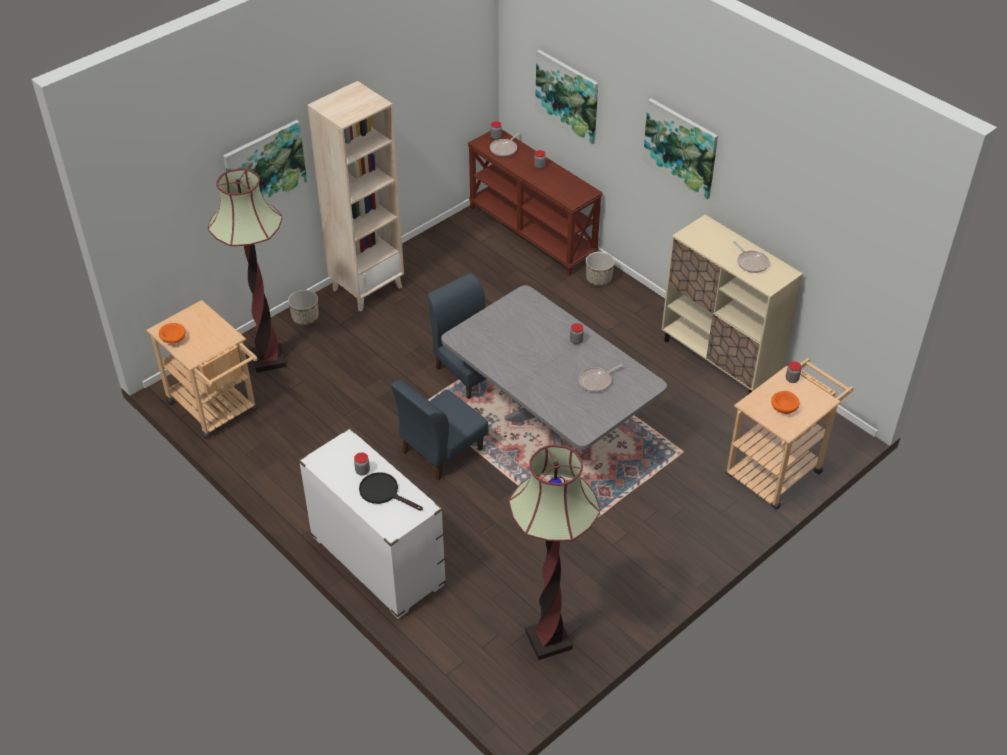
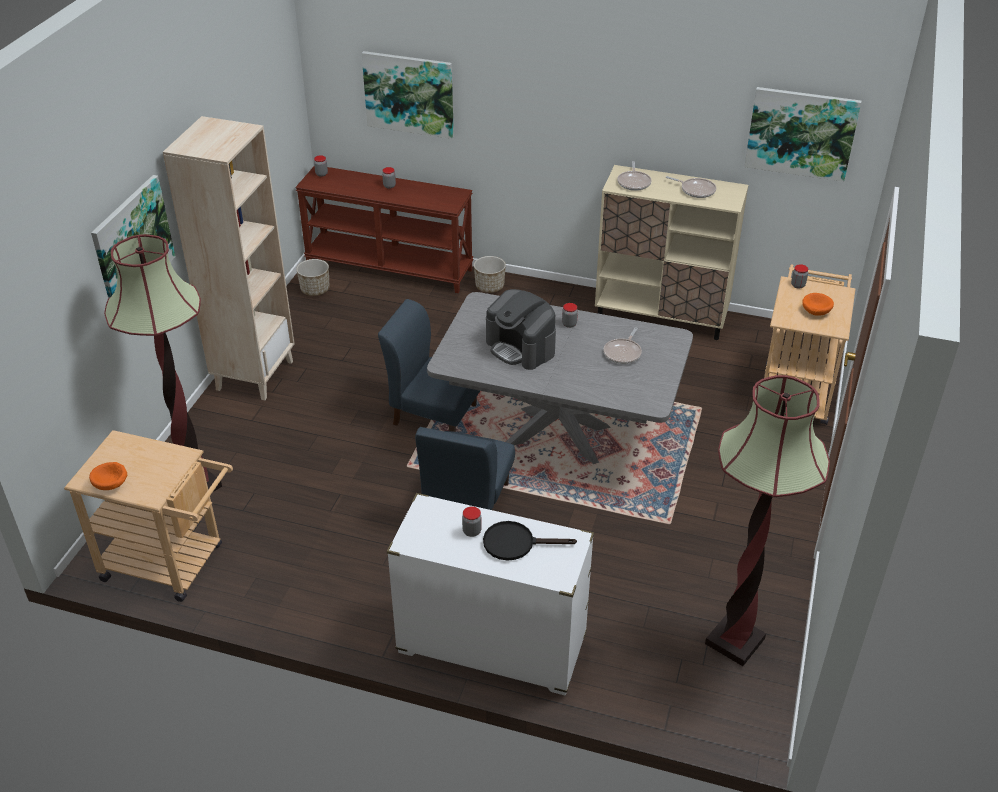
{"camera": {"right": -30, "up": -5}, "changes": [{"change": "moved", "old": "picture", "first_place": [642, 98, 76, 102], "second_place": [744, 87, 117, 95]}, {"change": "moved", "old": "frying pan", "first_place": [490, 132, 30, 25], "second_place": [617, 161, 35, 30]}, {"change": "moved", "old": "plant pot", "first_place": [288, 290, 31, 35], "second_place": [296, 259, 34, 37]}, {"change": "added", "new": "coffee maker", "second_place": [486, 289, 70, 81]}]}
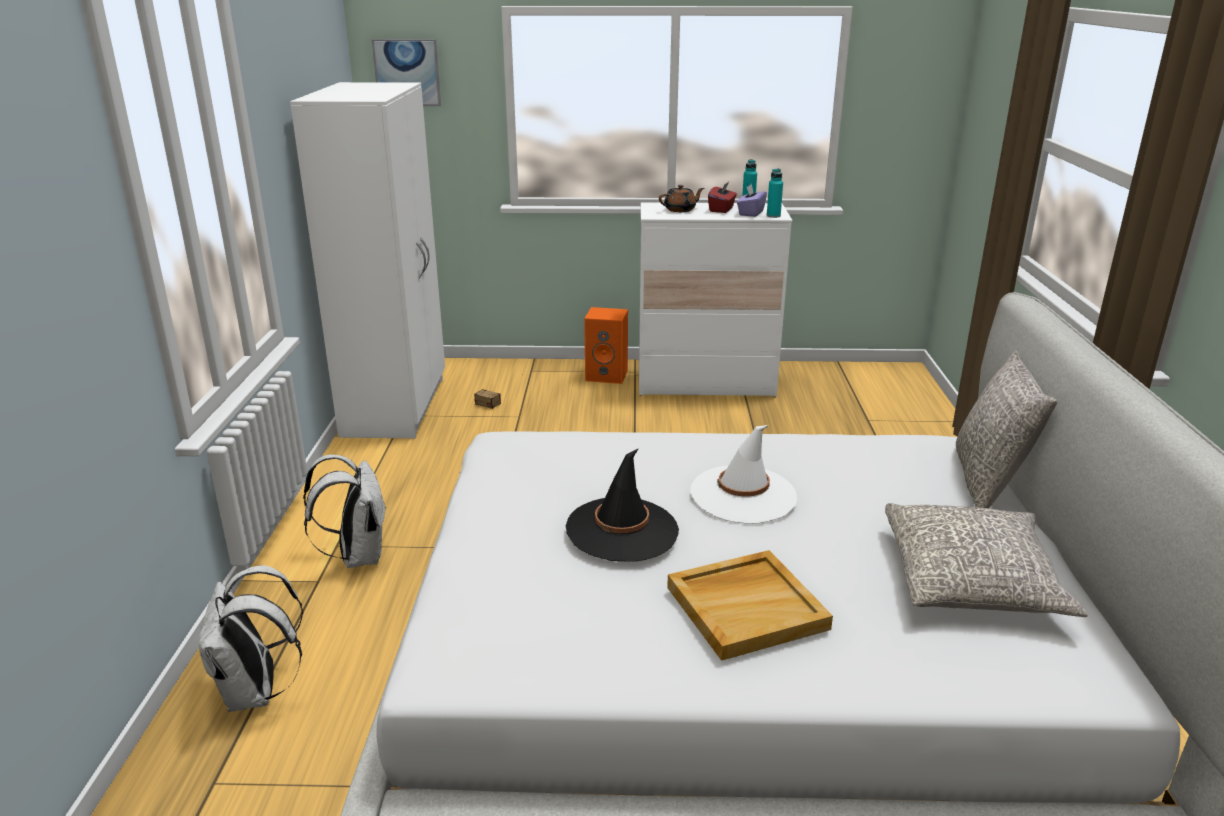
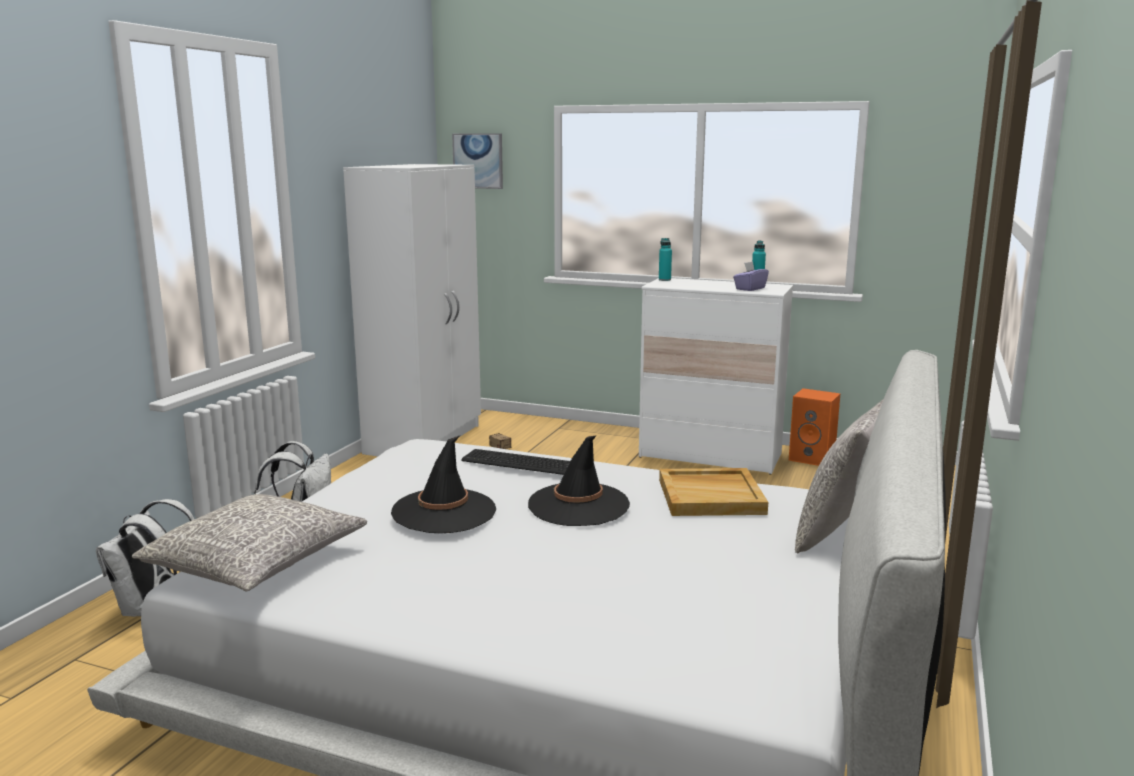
{"camera": {"right": 20, "up": -10}, "changes": [{"change": "moved", "old": "turquoise beverage bottle", "first_place": [767, 168, 16, 50], "second_place": [659, 238, 13, 43]}, {"change": "removed", "old": "reddish tissue holder", "first_place": [708, 182, 29, 31]}, {"change": "removed", "old": "brownish teapot", "first_place": [659, 185, 45, 27]}, {"change": "moved", "old": "orangey loudspeaker", "first_place": [584, 307, 44, 77], "second_place": [789, 388, 51, 78]}, {"change": "recoloured", "old": "white clothing hat", "new": "blackish clothing hat", "first_place": [690, 425, 107, 99], "second_place": [528, 435, 102, 91]}, {"change": "moved", "old": "greyish throw pillow", "first_place": [885, 503, 203, 114], "second_place": [132, 494, 235, 97]}, {"change": "moved", "old": "beige-coloured carrying tray", "first_place": [667, 550, 166, 111], "second_place": [659, 468, 109, 48]}, {"change": "added", "new": "PC keyboard", "second_place": [462, 449, 108, 26]}]}
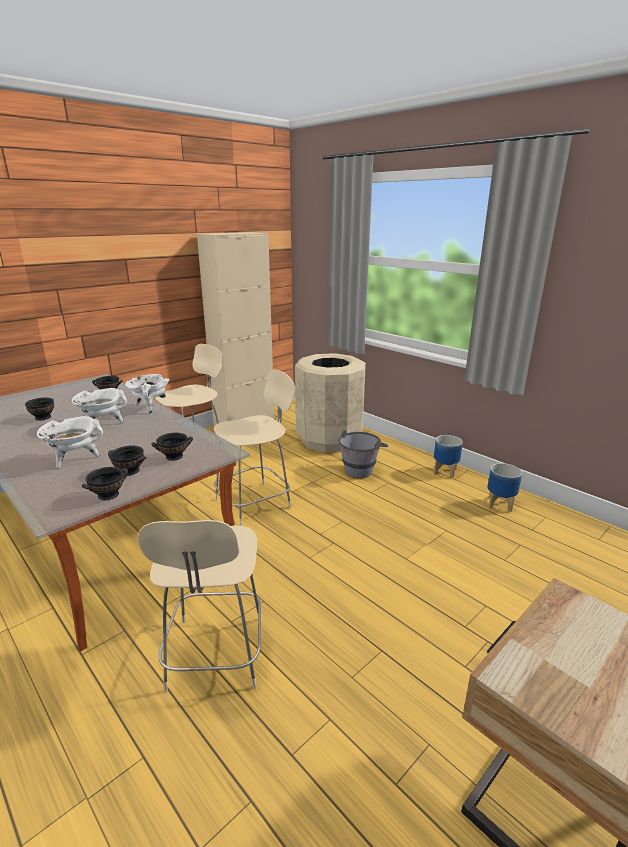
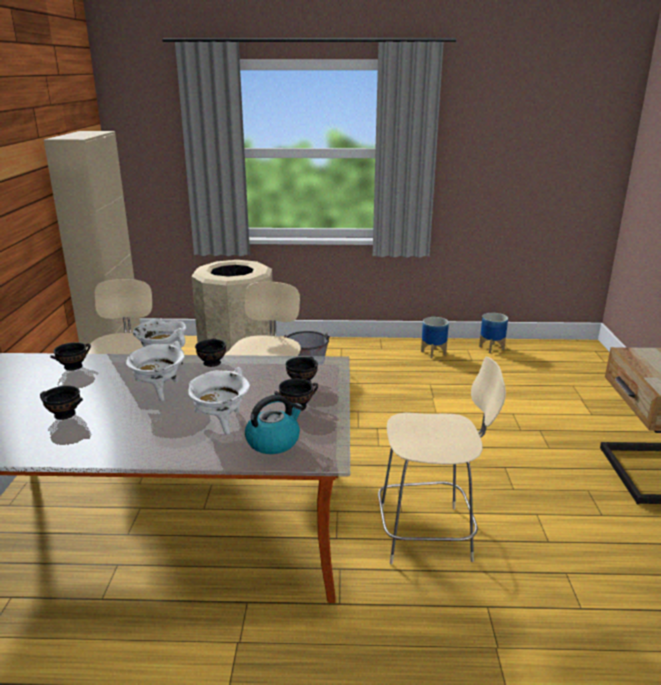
{"camera": {"right": -45, "up": 0}, "changes": [{"change": "moved", "old": "plant pot", "first_place": [434, 435, 29, 43], "second_place": [479, 313, 29, 40]}, {"change": "moved", "old": "blackish deep dish", "first_place": [82, 467, 46, 33], "second_place": [195, 338, 31, 29]}, {"change": "turned", "old": "beige-coloured chair", "first_place": [138, 520, 124, 172], "second_place": [378, 357, 128, 208], "degrees": -45}, {"change": "added", "new": "tea kettle", "second_place": [245, 395, 58, 59]}]}
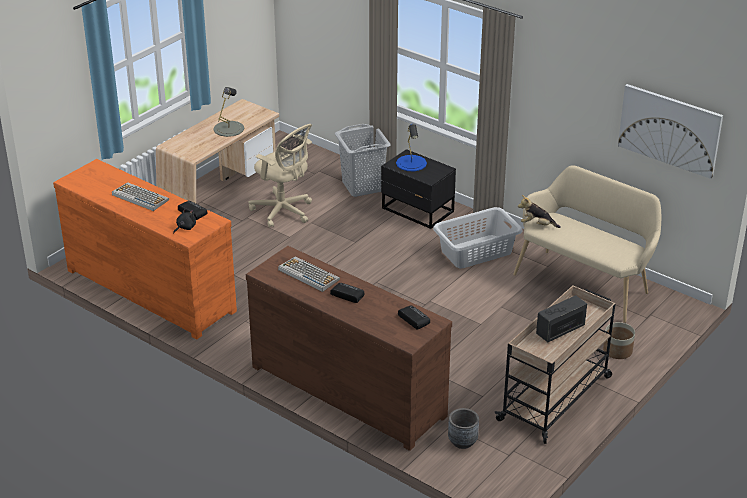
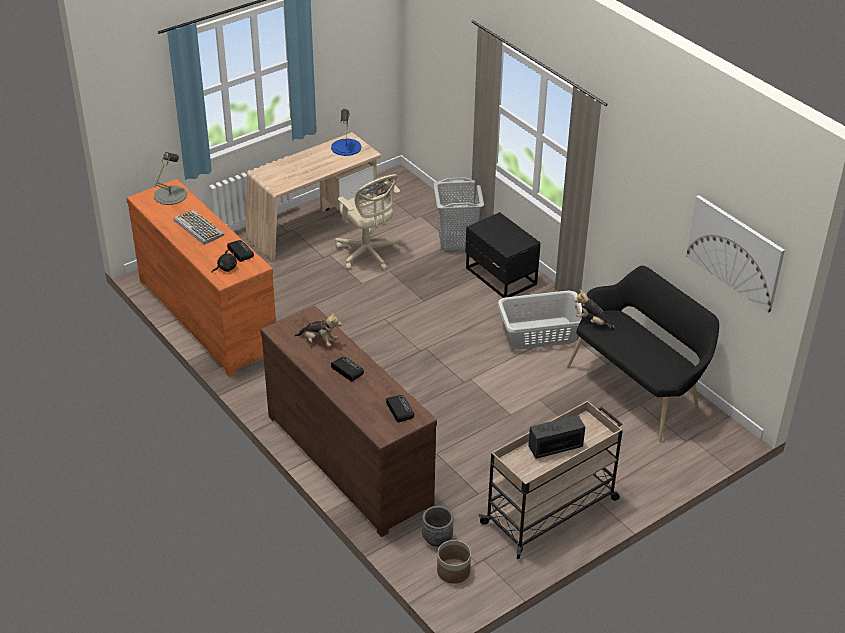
{"camera": {"right": 15, "up": 5}, "changes": [{"change": "moved", "old": "greyish table lamp", "first_place": [214, 87, 30, 50], "second_place": [154, 152, 33, 53]}, {"change": "moved", "old": "blue-coloured table lamp", "first_place": [396, 124, 31, 47], "second_place": [331, 109, 31, 47]}, {"change": "recoloured", "old": "beige-coloured long seat", "new": "blackish long seat", "first_place": [513, 165, 148, 158], "second_place": [567, 266, 152, 176]}, {"change": "replaced", "old": "PC keyboard", "new": "soft toy", "first_place": [278, 256, 62, 36], "second_place": [295, 312, 47, 34]}, {"change": "moved", "old": "plant pot", "first_place": [603, 322, 32, 37], "second_place": [437, 540, 34, 44]}]}
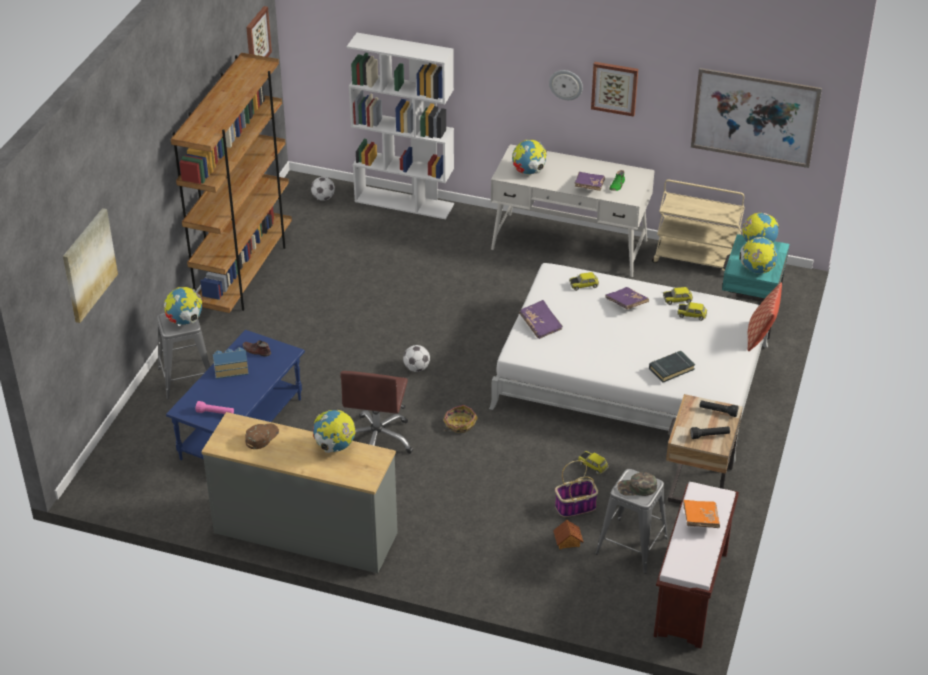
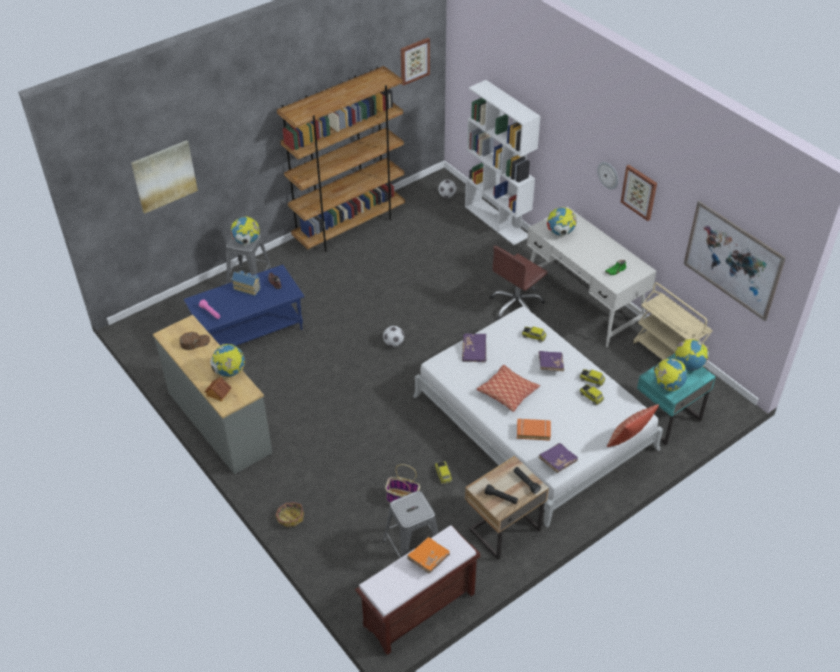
{"camera": {"right": 35, "up": 5}, "changes": [{"change": "moved", "old": "purple book", "first_place": [575, 172, 30, 19], "second_place": [539, 443, 39, 30]}, {"change": "recoloured", "old": "blackish book", "new": "orangey book", "first_place": [649, 351, 46, 31], "second_place": [517, 418, 34, 23]}, {"change": "moved", "old": "brownish desk chair", "first_place": [340, 371, 73, 83], "second_place": [490, 246, 58, 74]}, {"change": "moved", "old": "basket", "first_place": [443, 405, 35, 28], "second_place": [272, 502, 32, 25]}, {"change": "removed", "old": "green-coloured cap", "first_place": [617, 472, 40, 24]}, {"change": "moved", "old": "toy house", "first_place": [553, 519, 30, 30], "second_place": [204, 377, 27, 25]}, {"change": "added", "new": "throw pillow", "second_place": [476, 365, 64, 47]}]}
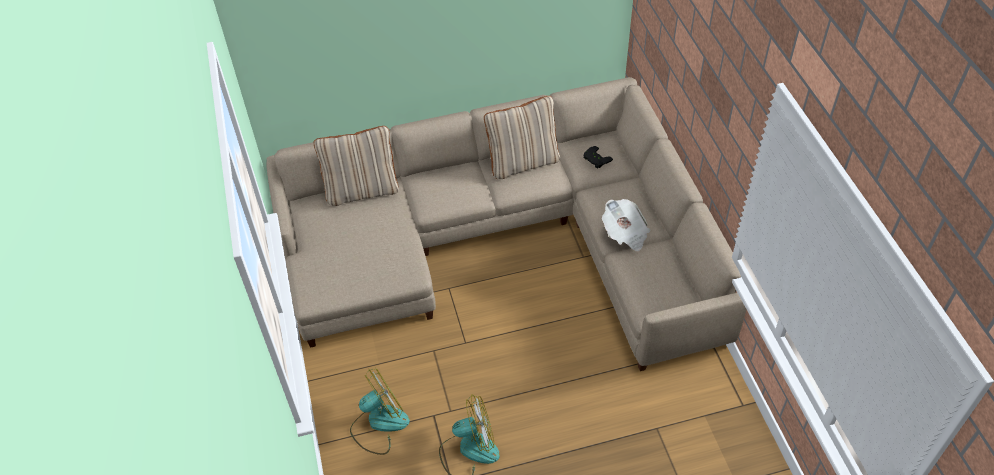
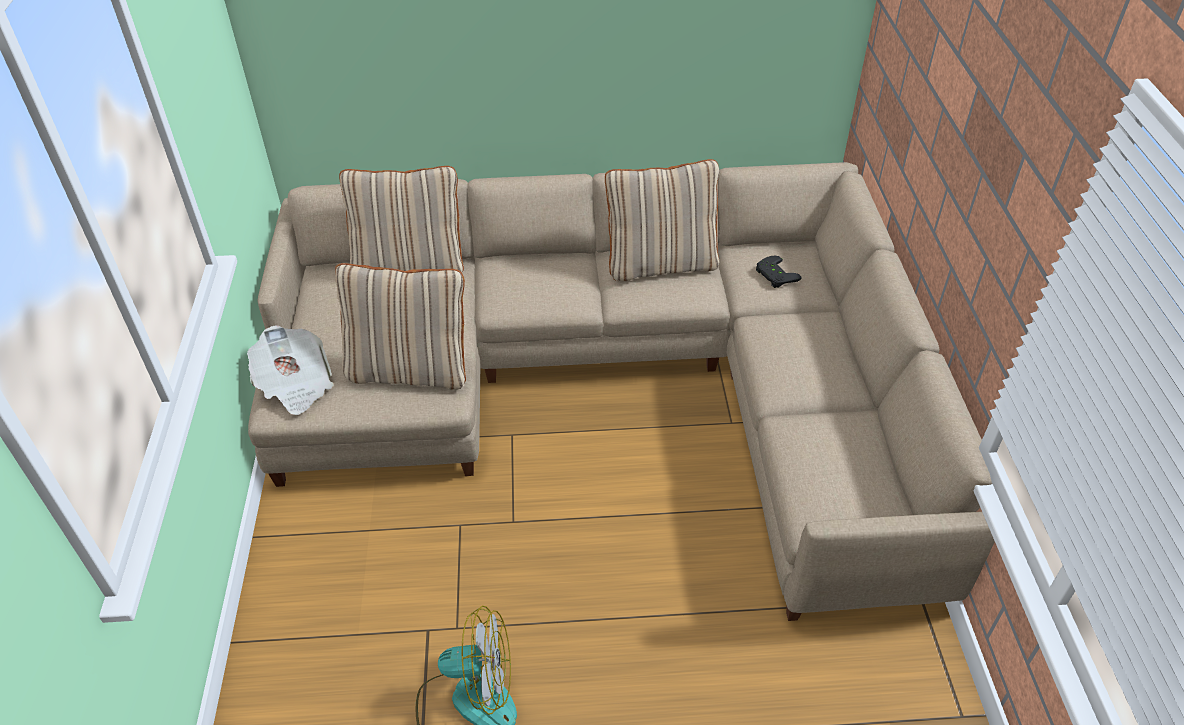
{"camera": {"right": 10, "up": -5}, "changes": [{"change": "moved", "old": "daily paper", "first_place": [602, 199, 48, 52], "second_place": [247, 325, 87, 90]}, {"change": "removed", "old": "electric fan", "first_place": [350, 368, 60, 87]}, {"change": "added", "new": "beige-coloured throw pillow", "second_place": [335, 263, 131, 127]}]}
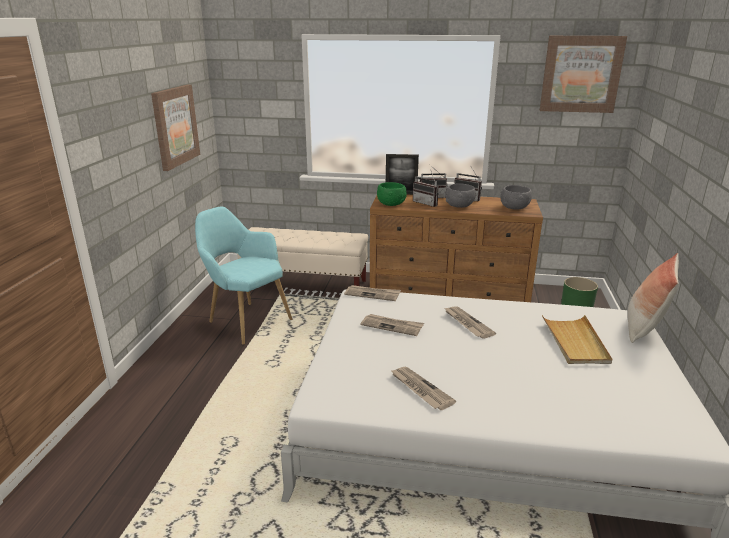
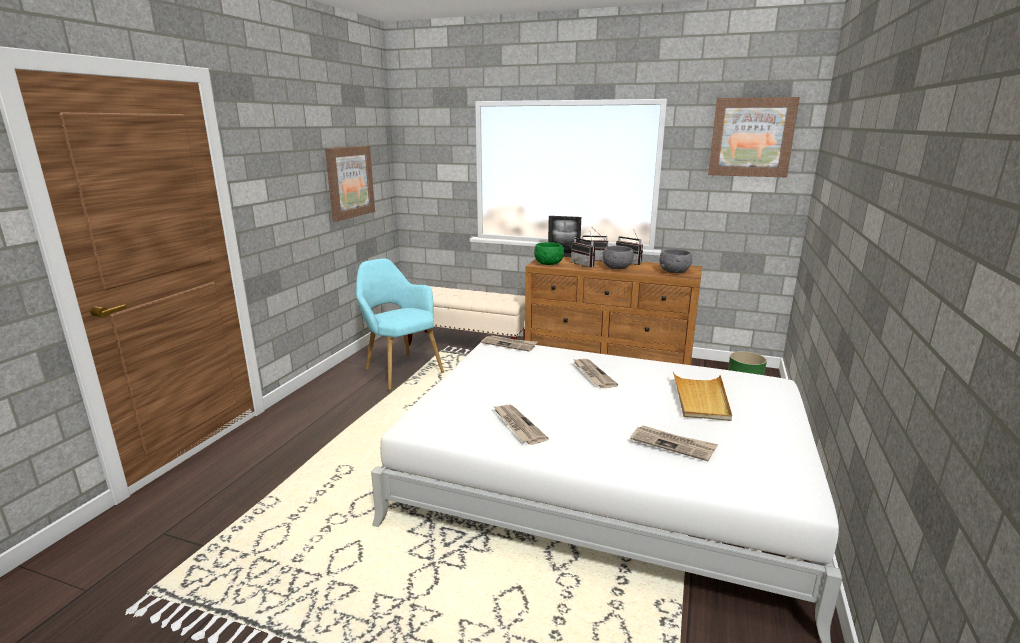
{"camera": {"right": 10, "up": -5}, "changes": [{"change": "removed", "old": "throw pillow", "first_place": [627, 253, 52, 90]}, {"change": "moved", "old": "daily paper", "first_place": [360, 314, 64, 22], "second_place": [630, 425, 88, 36]}]}
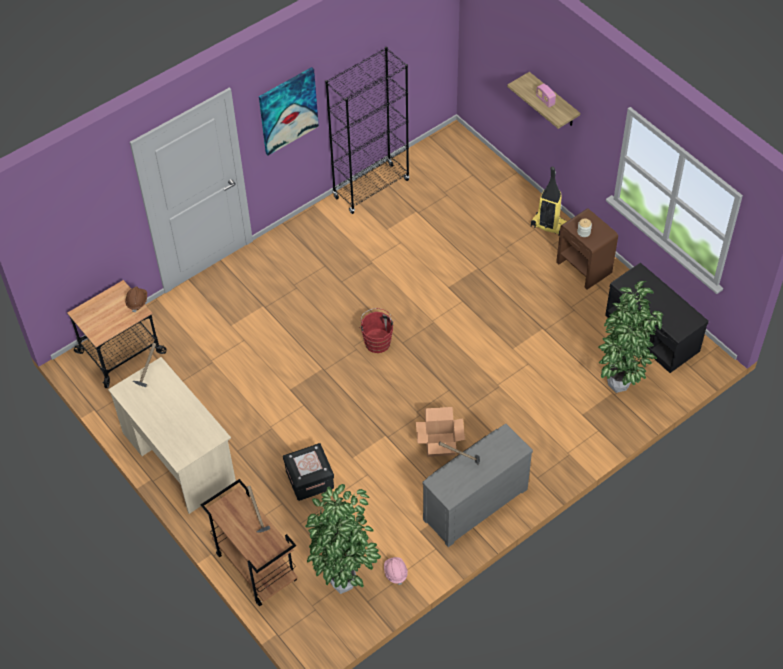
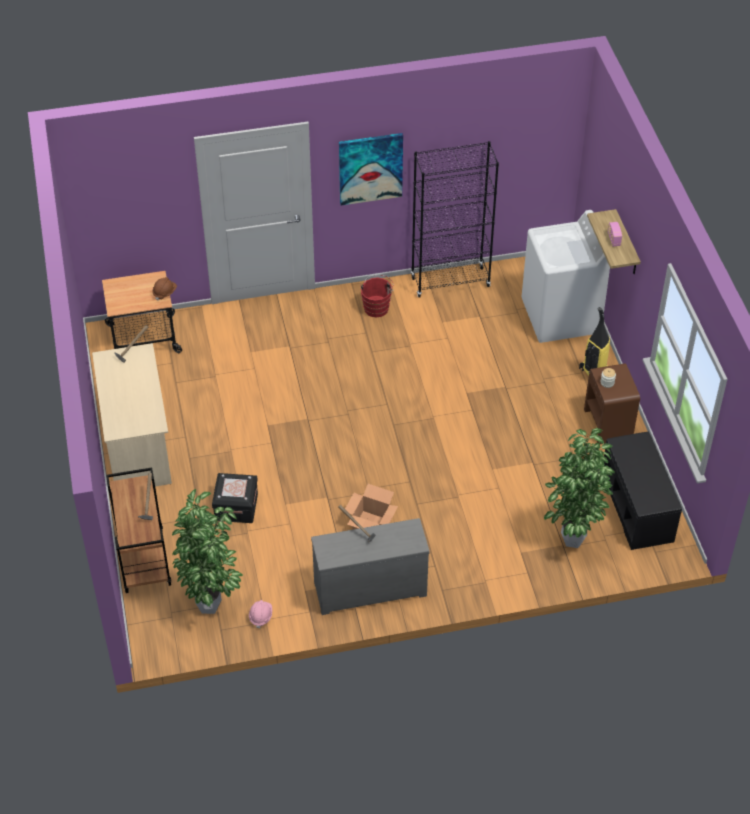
{"camera": {"right": 25, "up": -5}, "changes": [{"change": "moved", "old": "reddish pail", "first_place": [359, 308, 36, 45], "second_place": [360, 275, 34, 42]}, {"change": "added", "new": "white laundry machine", "second_place": [522, 210, 88, 133]}]}
